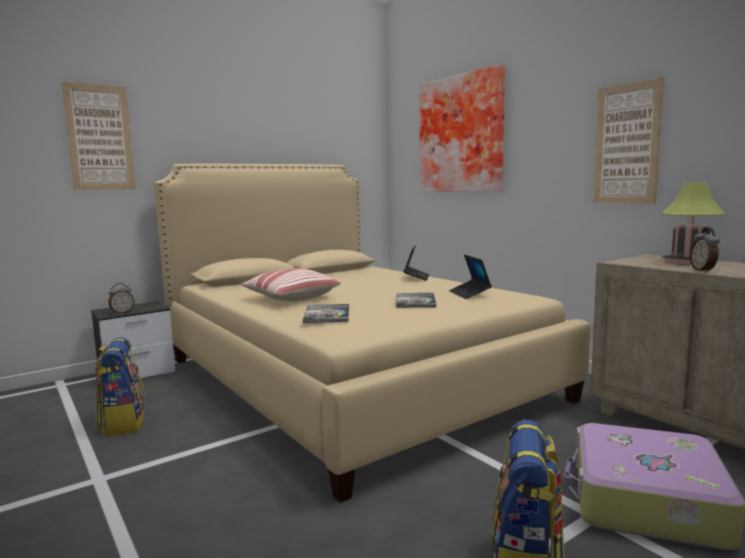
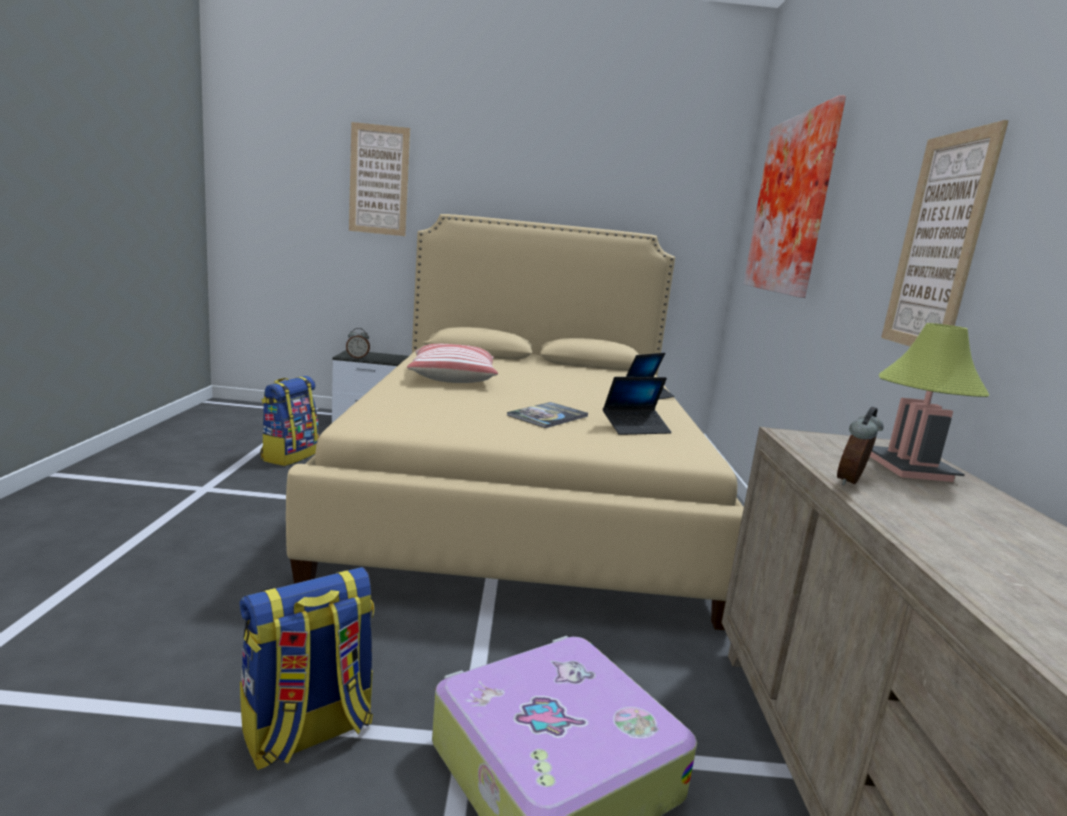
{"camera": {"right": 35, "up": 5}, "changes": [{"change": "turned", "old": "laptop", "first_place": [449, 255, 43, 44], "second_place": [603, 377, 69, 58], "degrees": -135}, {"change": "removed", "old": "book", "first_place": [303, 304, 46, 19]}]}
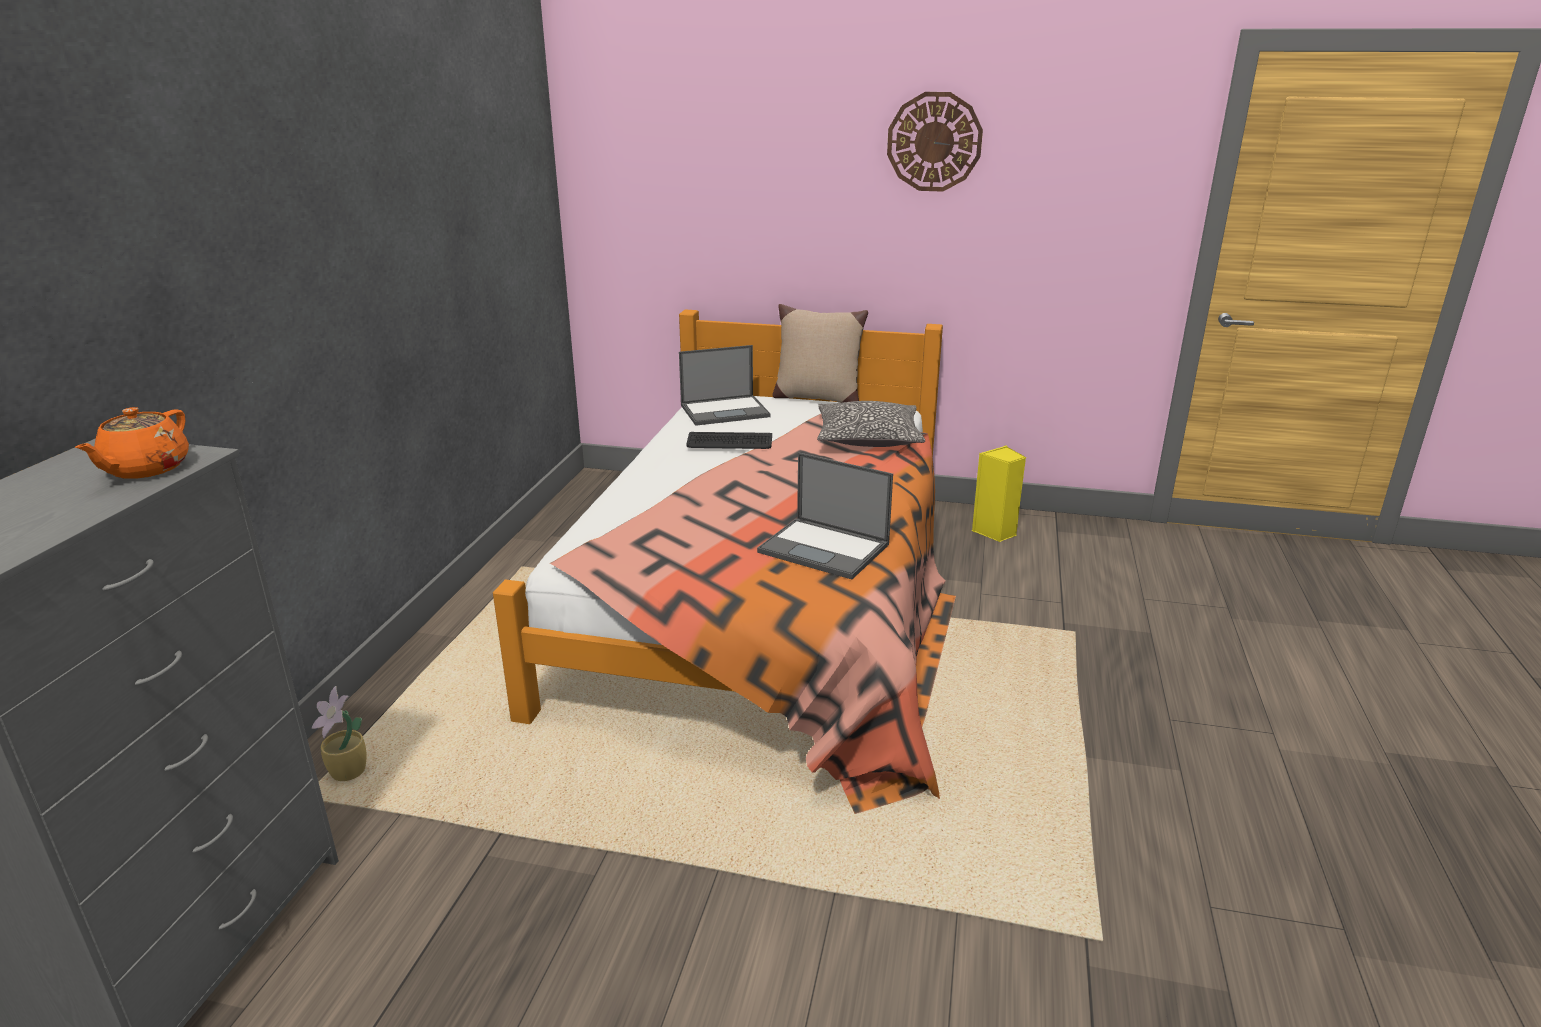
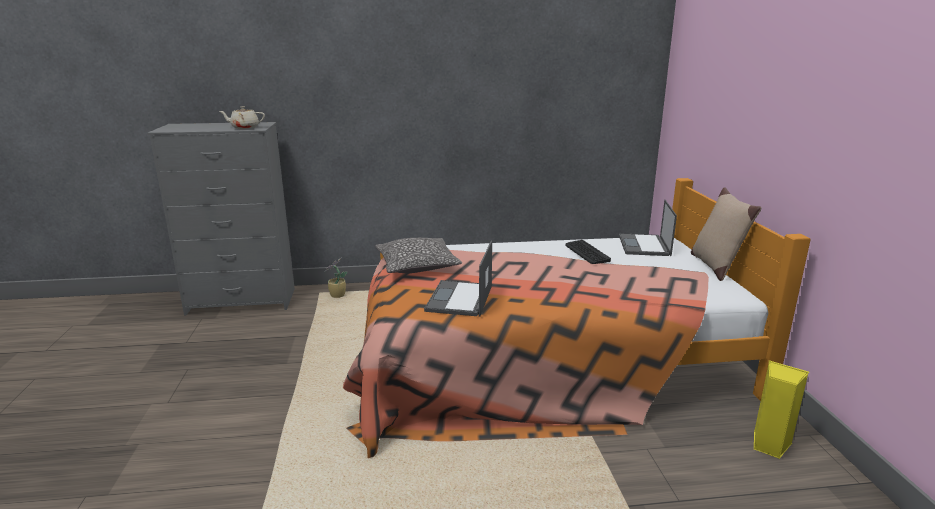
{"camera": {"right": 70, "up": -5}, "changes": [{"change": "removed", "old": "hanging clock", "first_place": [887, 92, 96, 100]}, {"change": "turned", "old": "laptop", "first_place": [679, 345, 92, 81], "second_place": [619, 200, 58, 56], "degrees": 45}, {"change": "moved", "old": "throw pillow", "first_place": [817, 401, 108, 46], "second_place": [375, 238, 87, 35]}, {"change": "recoloured", "old": "orangey teapot", "new": "beige-coloured teapot", "first_place": [75, 407, 114, 72], "second_place": [219, 106, 46, 23]}]}
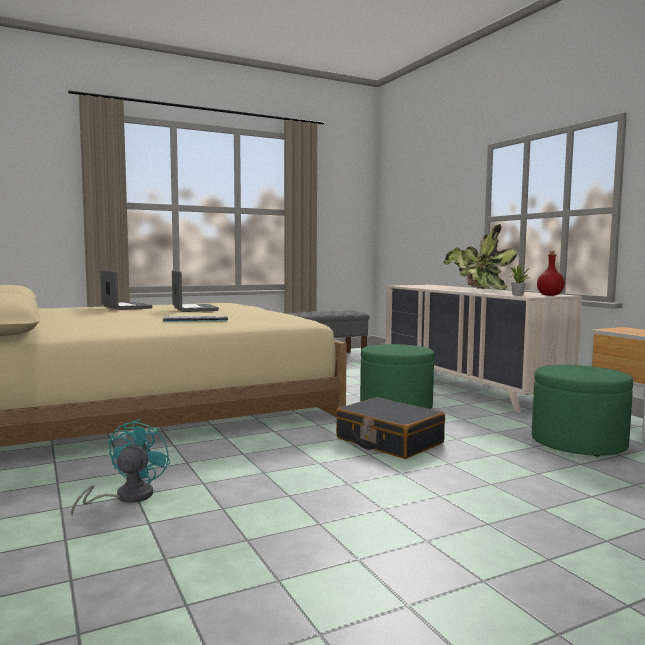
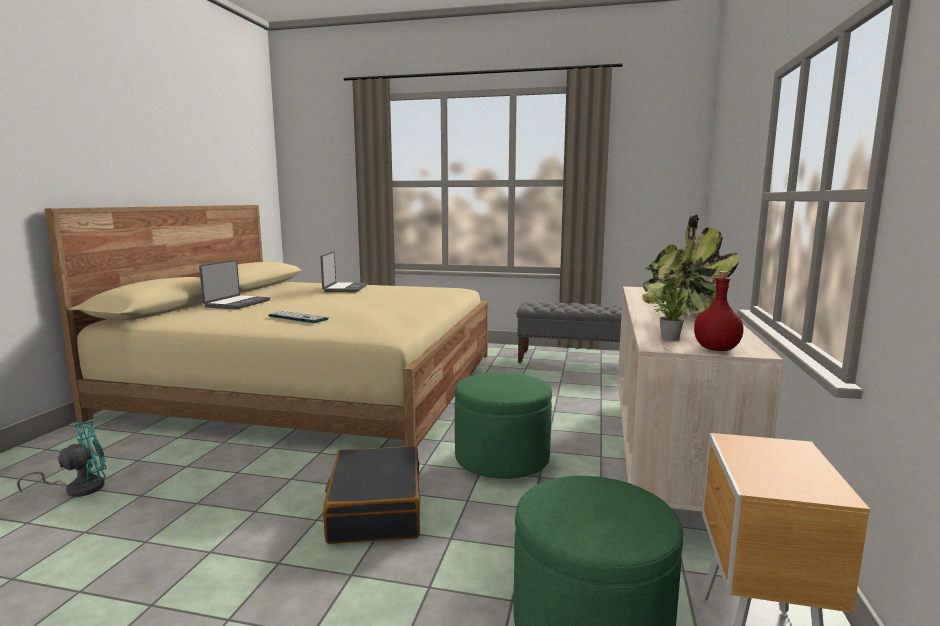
{"camera": {"right": 40, "up": 5}, "changes": [{"change": "moved", "old": "laptop", "first_place": [172, 270, 47, 42], "second_place": [199, 260, 71, 49]}]}
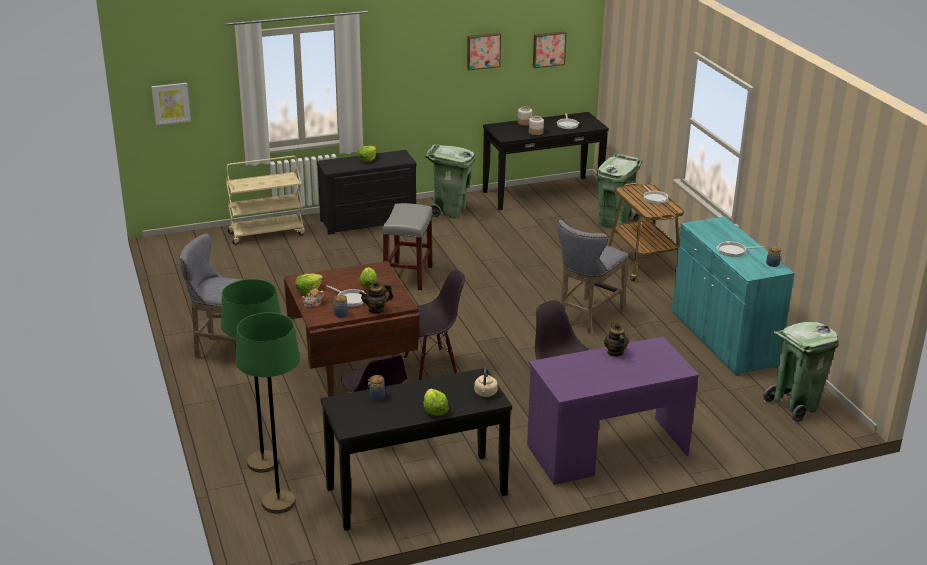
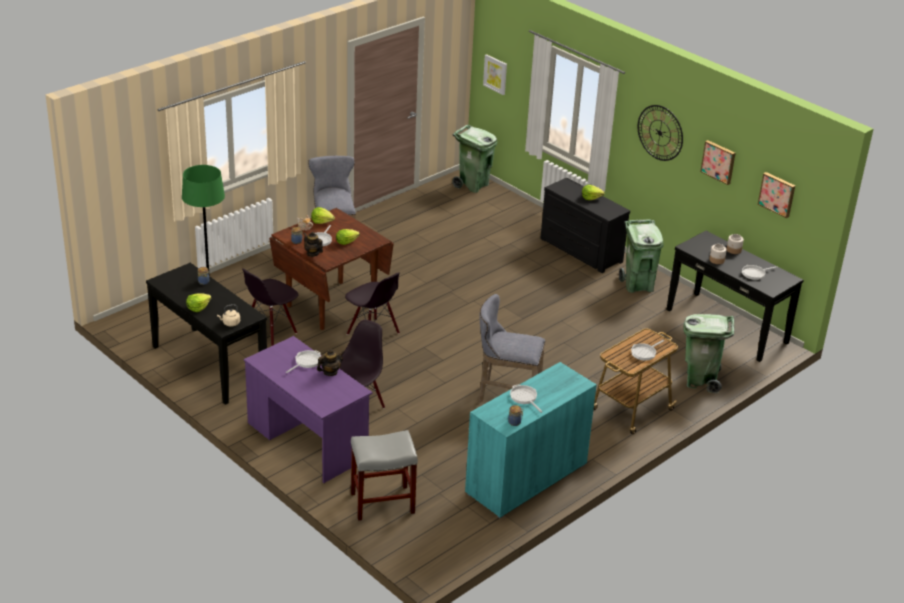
{"camera": {"right": 65, "up": 5}, "changes": [{"change": "removed", "old": "beige-coloured wheeled cart", "first_place": [226, 156, 79, 89]}, {"change": "moved", "old": "greyish stool", "first_place": [382, 203, 51, 88], "second_place": [351, 430, 67, 91]}, {"change": "removed", "old": "green-coloured standing lamp", "first_place": [236, 312, 64, 201]}, {"change": "moved", "old": "green-coloured trash can", "first_place": [763, 322, 76, 101], "second_place": [452, 125, 45, 68]}, {"change": "added", "new": "hanging clock", "second_place": [638, 105, 45, 56]}, {"change": "added", "new": "frying pan", "second_place": [286, 350, 35, 23]}]}
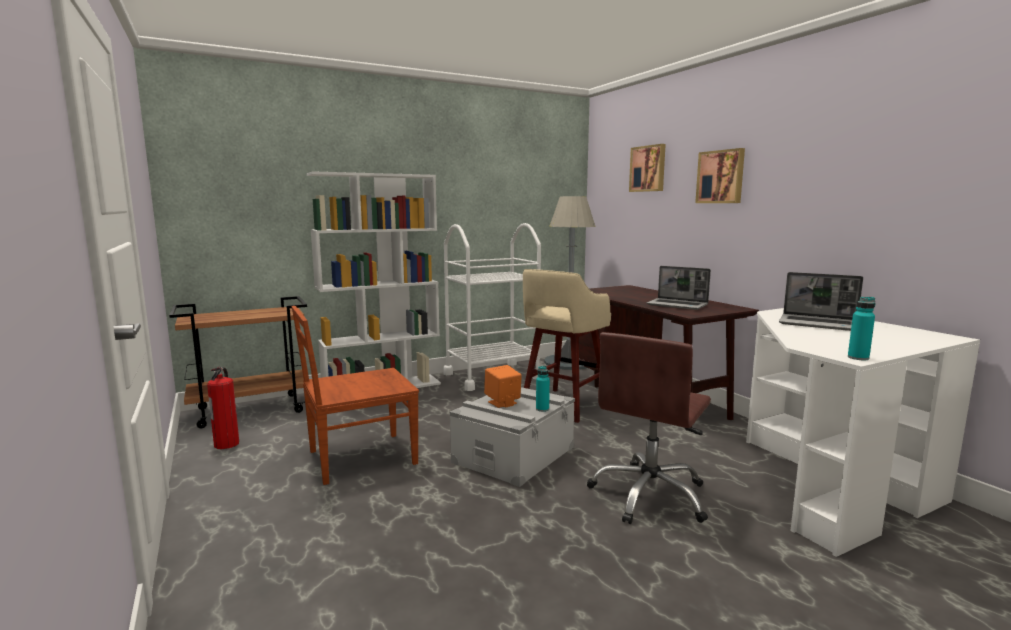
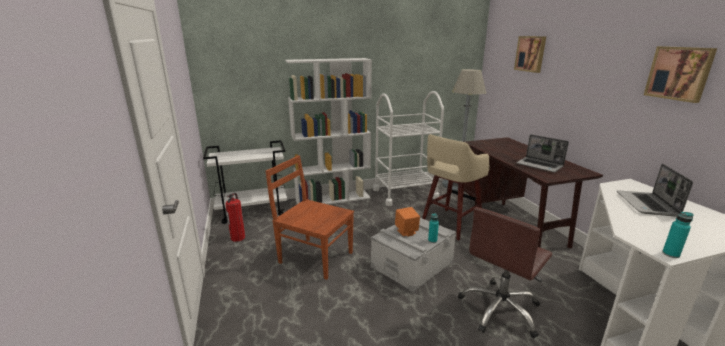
{"camera": {"right": 10, "up": 10}, "changes": [{"change": "moved", "old": "picture", "first_place": [695, 148, 50, 55], "second_place": [644, 46, 73, 57]}, {"change": "turned", "old": "laptop", "first_place": [779, 272, 84, 59], "second_place": [616, 164, 77, 53], "degrees": 60}, {"change": "recoloured", "old": "brownish wheeled cart", "new": "white wheeled cart", "first_place": [169, 296, 138, 132], "second_place": [203, 140, 84, 84]}, {"change": "turned", "old": "brownish chair", "first_place": [291, 306, 128, 179], "second_place": [266, 155, 88, 125], "degrees": 45}]}
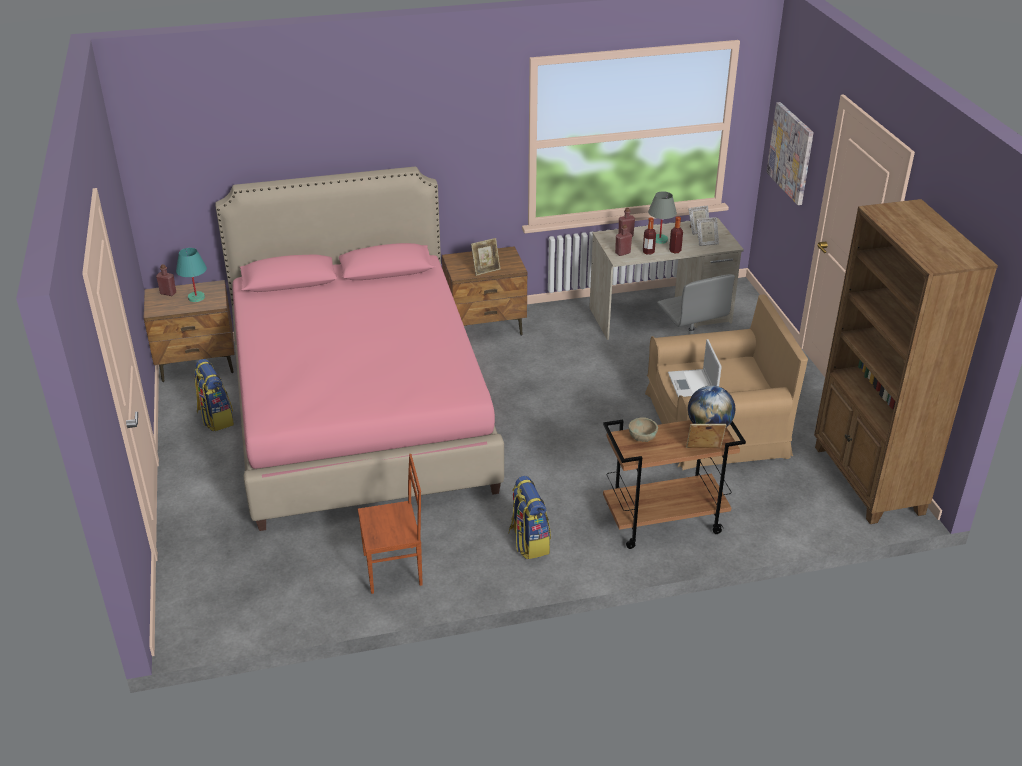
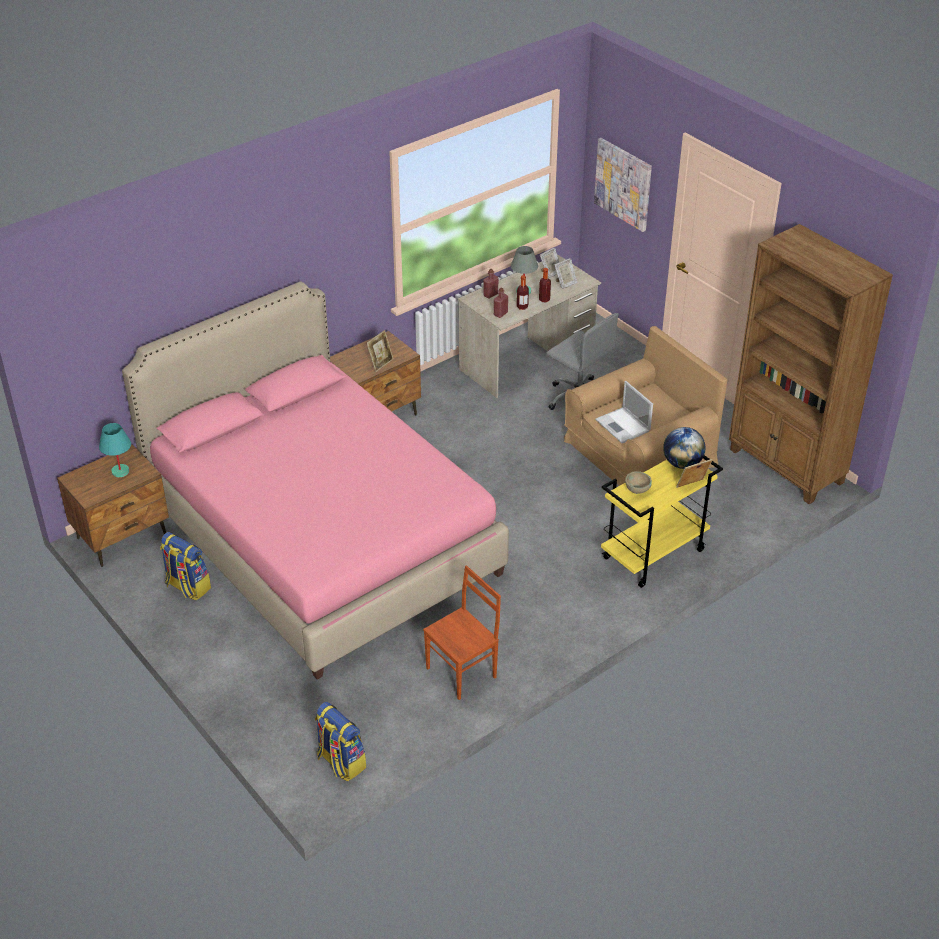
{"camera": {"right": -25, "up": 5}, "changes": [{"change": "removed", "old": "reddish beverage bottle", "first_place": [156, 264, 20, 32]}, {"change": "recoloured", "old": "brownish wheeled cart", "new": "yellowish wheeled cart", "first_place": [603, 420, 143, 129], "second_place": [601, 455, 122, 133]}, {"change": "moved", "old": "rucksack", "first_place": [509, 476, 42, 83], "second_place": [315, 702, 51, 79]}]}
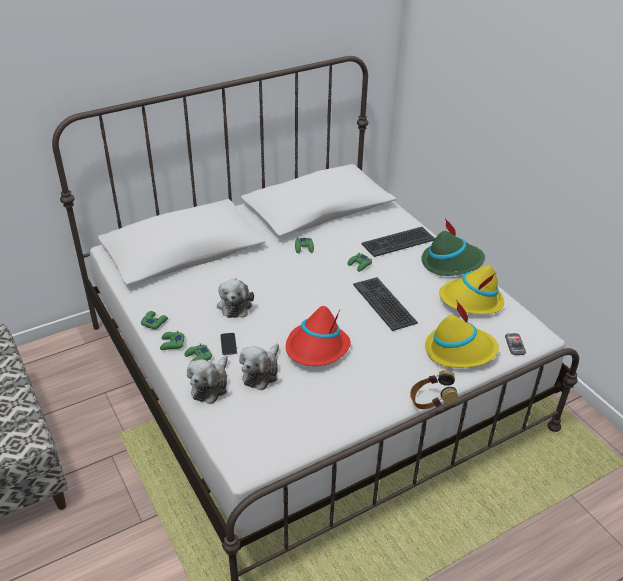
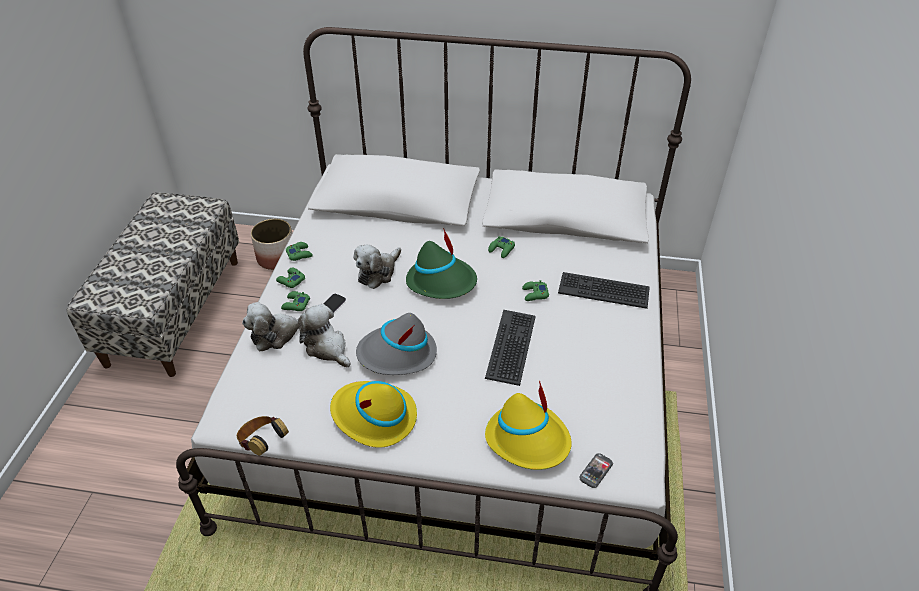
{"camera": {"right": 40, "up": 5}, "changes": [{"change": "moved", "old": "green-coloured clothing hat", "first_place": [421, 219, 64, 57], "second_place": [406, 228, 71, 71]}, {"change": "moved", "old": "yellowish clothing hat", "first_place": [439, 265, 65, 49], "second_place": [330, 381, 87, 67]}, {"change": "recoloured", "old": "reddish clothing hat", "new": "greyish clothing hat", "first_place": [286, 306, 65, 60], "second_place": [356, 313, 81, 62]}, {"change": "turned", "old": "soft toy", "first_place": [239, 344, 40, 46], "second_place": [298, 304, 52, 63], "degrees": 75}, {"change": "moved", "old": "headset", "first_place": [410, 370, 48, 39], "second_place": [237, 416, 52, 40]}, {"change": "added", "new": "plant pot", "second_place": [251, 219, 41, 51]}]}
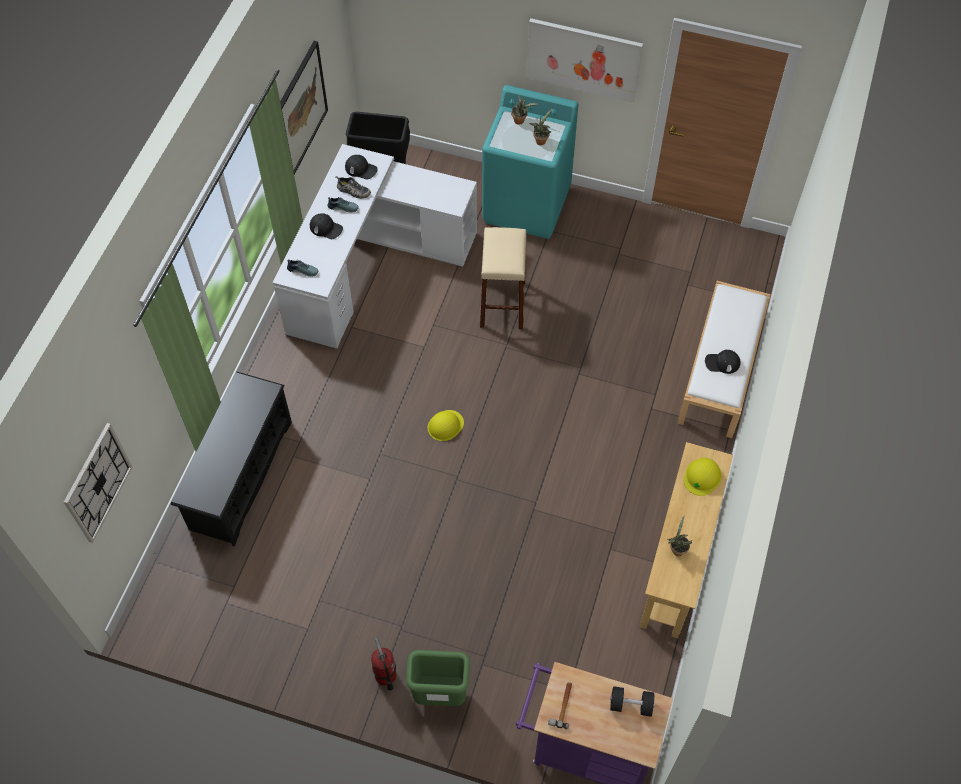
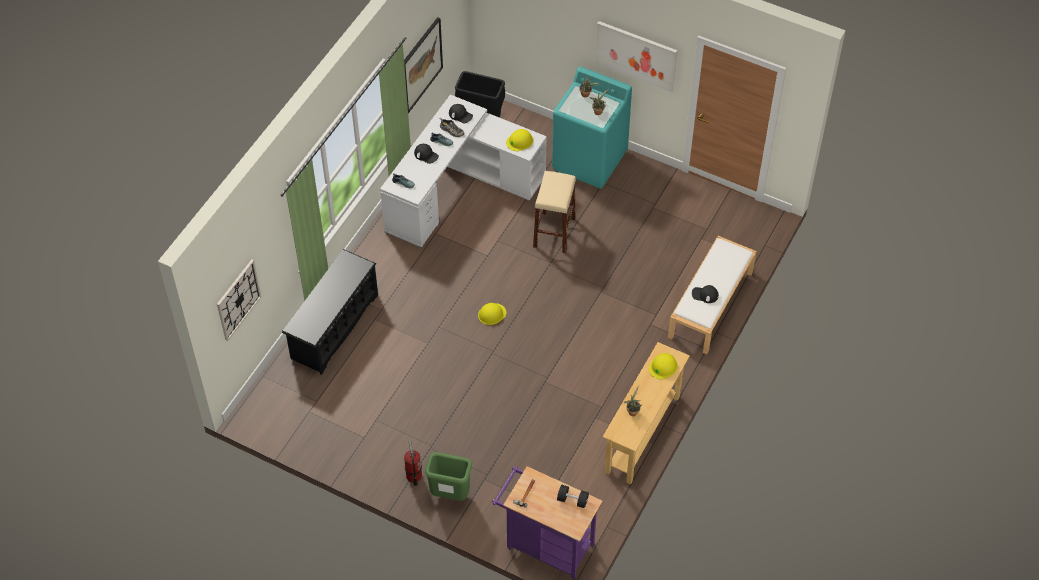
{"camera": {"right": 10, "up": -5}, "changes": [{"change": "added", "new": "yellowish safety helmet", "second_place": [506, 129, 27, 22]}]}
